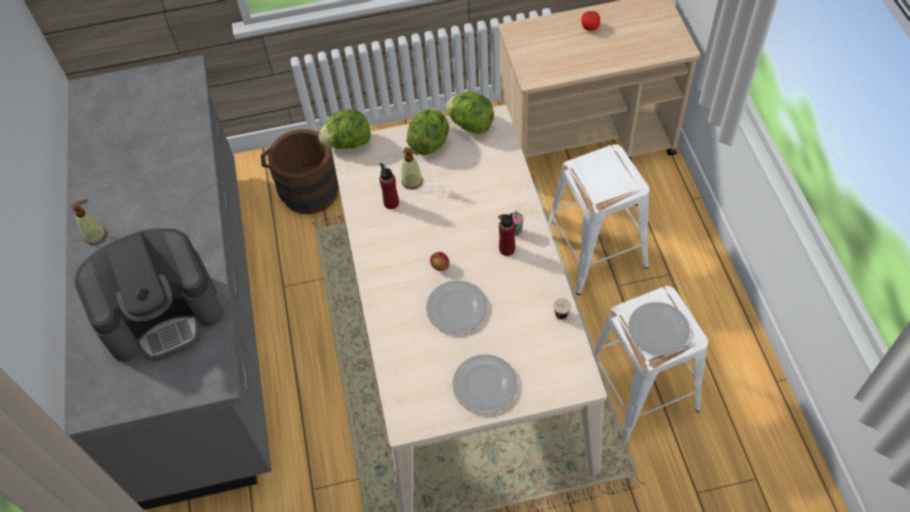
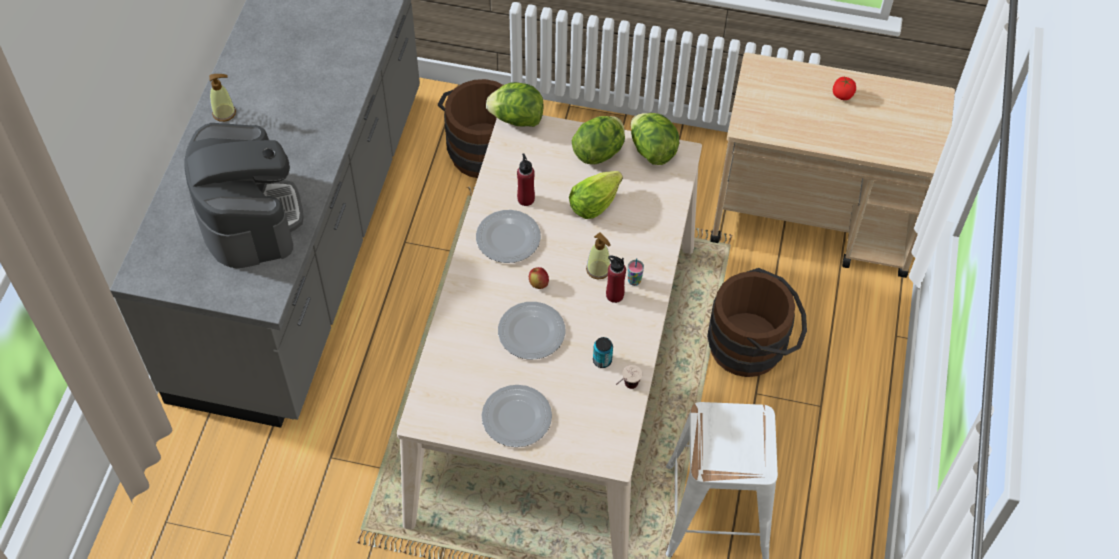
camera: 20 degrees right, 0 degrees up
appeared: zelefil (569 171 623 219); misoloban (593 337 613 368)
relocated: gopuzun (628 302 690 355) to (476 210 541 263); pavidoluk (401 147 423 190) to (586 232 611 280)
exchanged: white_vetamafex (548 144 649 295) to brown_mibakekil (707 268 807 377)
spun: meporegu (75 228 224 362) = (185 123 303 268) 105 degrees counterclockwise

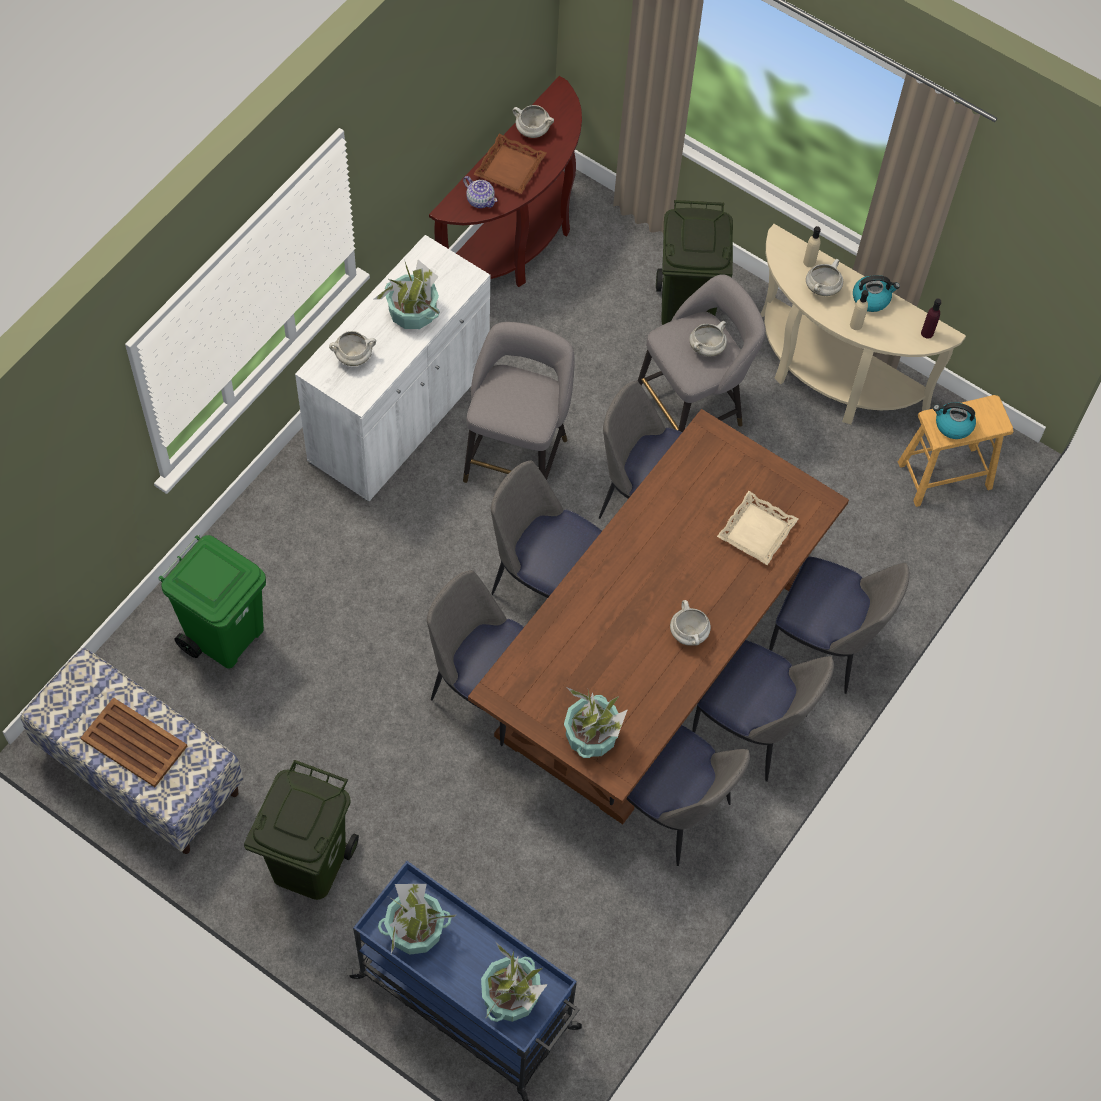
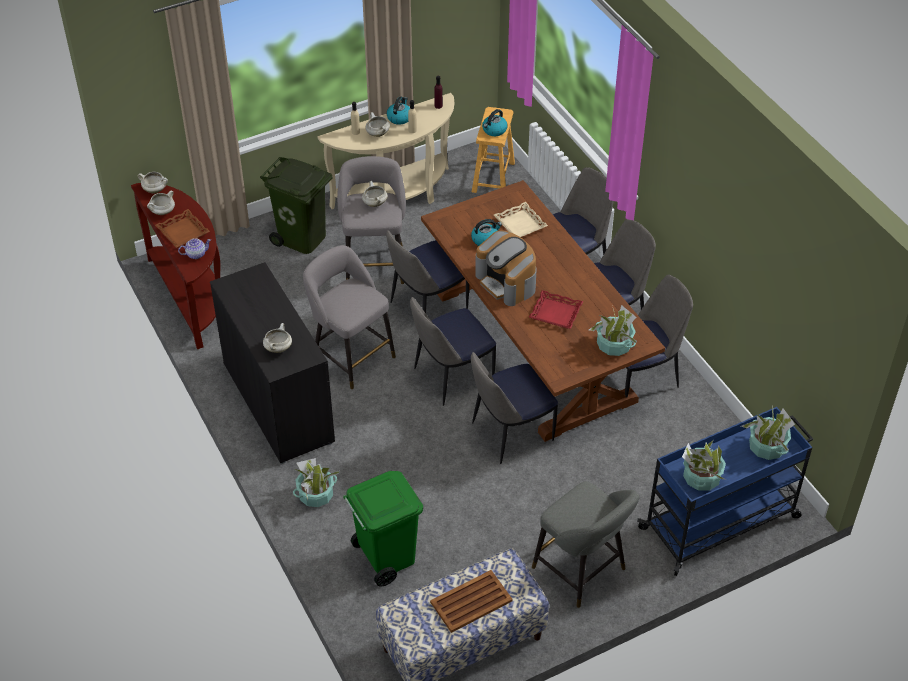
camera: 60 degrees left, 15 degrees down
appeared: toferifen (471 219 502 246); meporegu (475 231 537 306); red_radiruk (529 290 584 329)
relocated: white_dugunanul (670 600 711 646) to (138 172 168 193); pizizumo (373 260 440 329) to (293 458 340 507)
exchanged: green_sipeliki (244 760 359 900) to grey_vetamafex (532 481 639 608)
colour: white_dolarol (295 235 490 501) to black_dolarol (210 262 335 464)

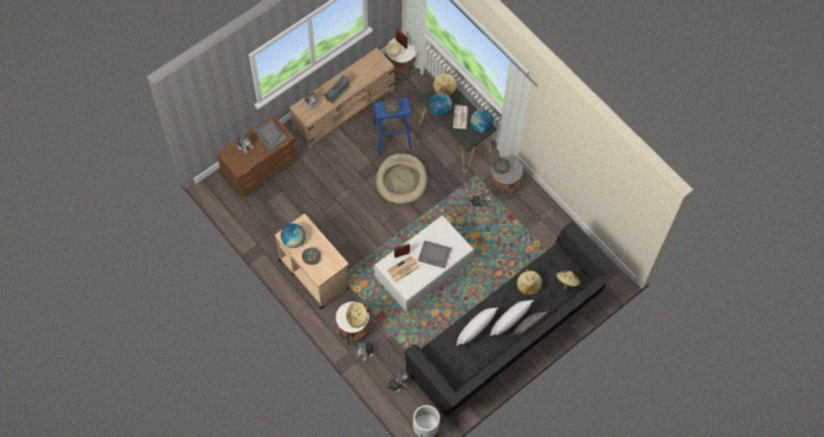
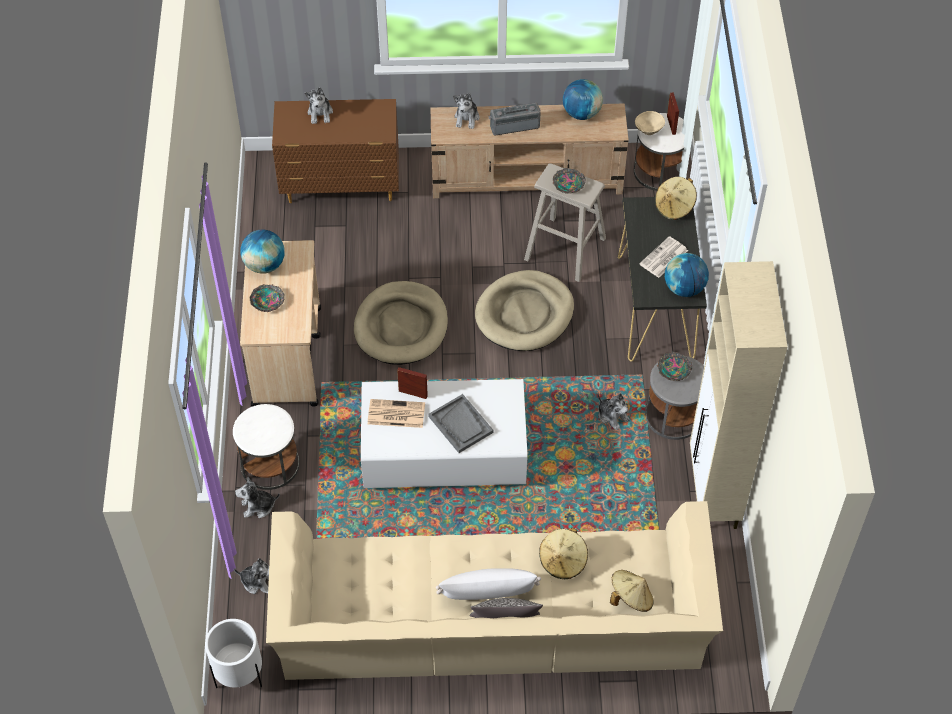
camera: 40 degrees right, 10 degrees down
missing: grey_radiruk (254 119 288 151); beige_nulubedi (346 302 369 328); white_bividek (456 307 499 346)
appeared: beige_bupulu (354 281 448 365); beige_dolarol (690 261 787 529)
relocated: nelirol (429 93 452 116) to (563 79 603 120)
colour: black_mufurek (404 221 621 417) to beige_mufurek (266 501 723 680); blue_vetamafex (372 98 412 153) to beige_vetamafex (524 163 606 282)

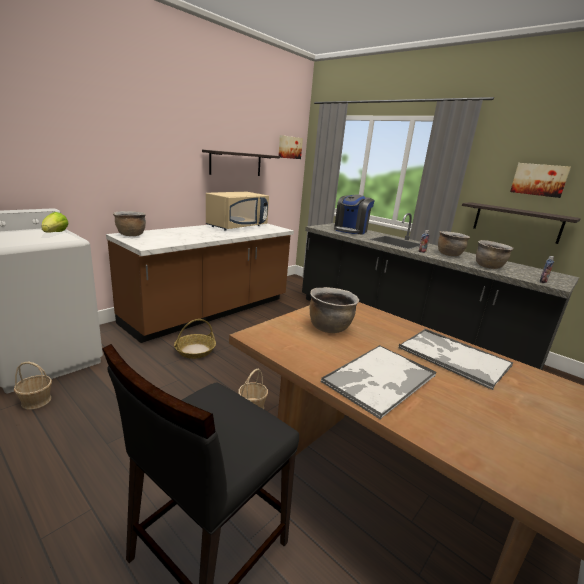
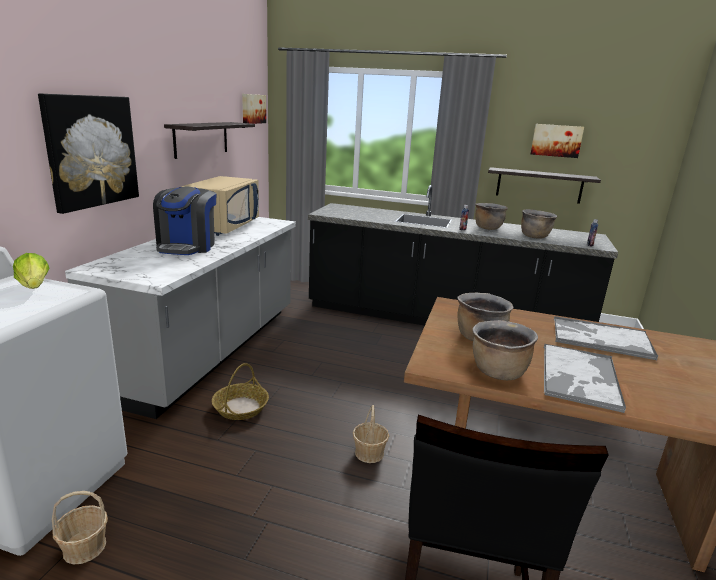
camera: 25 degrees left, 0 degrees up
appeared: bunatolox (38 93 139 214)
relocated: meporegu (334 194 375 235) to (153 186 217 255); brown_dugunanul (113 211 146 236) to (472 320 538 380)
colour: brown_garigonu (106 223 294 343) to grey_garigonu (65 217 296 419)

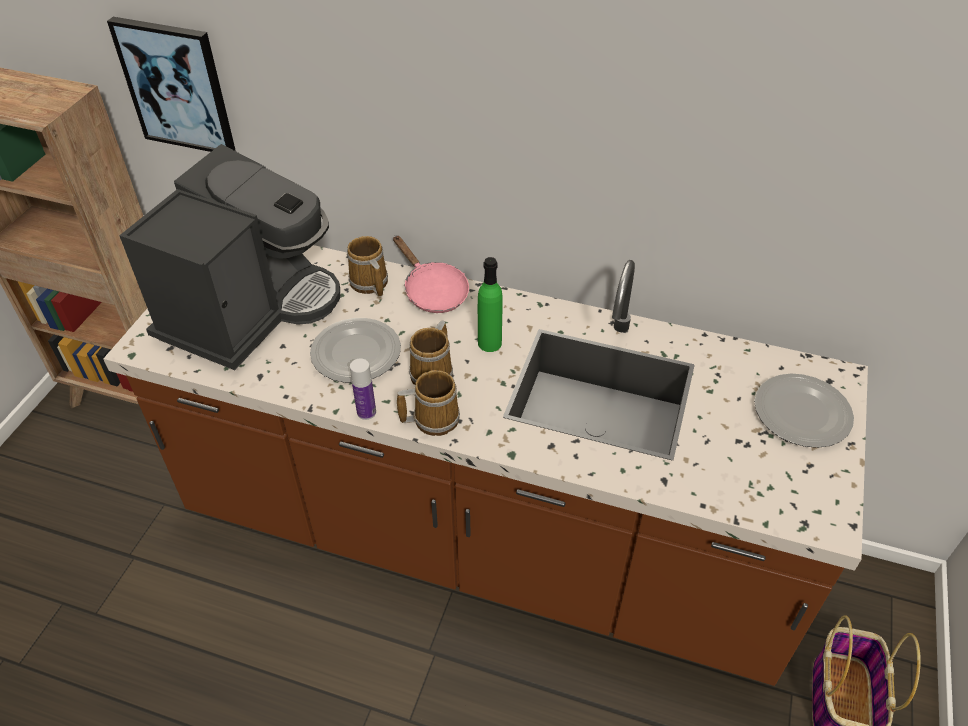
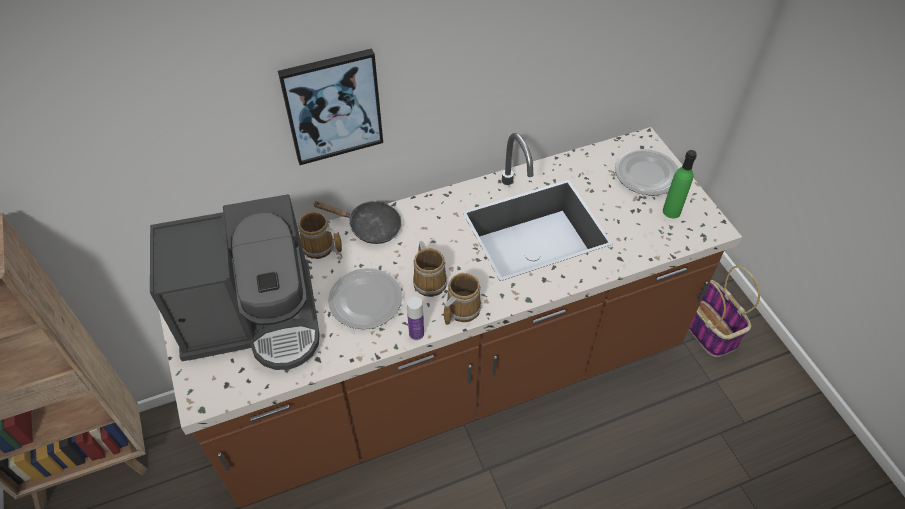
camera: 40 degrees left, 5 degrees up
relocated: bunatolox (107 17 236 152) to (278 48 383 165); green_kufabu (478 257 503 352) to (663 150 697 218)
colour: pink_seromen (393 235 469 313) to black_seromen (313 201 401 244)
spun: meporegu (119 144 340 370) = (150 194 320 370) 90 degrees clockwise

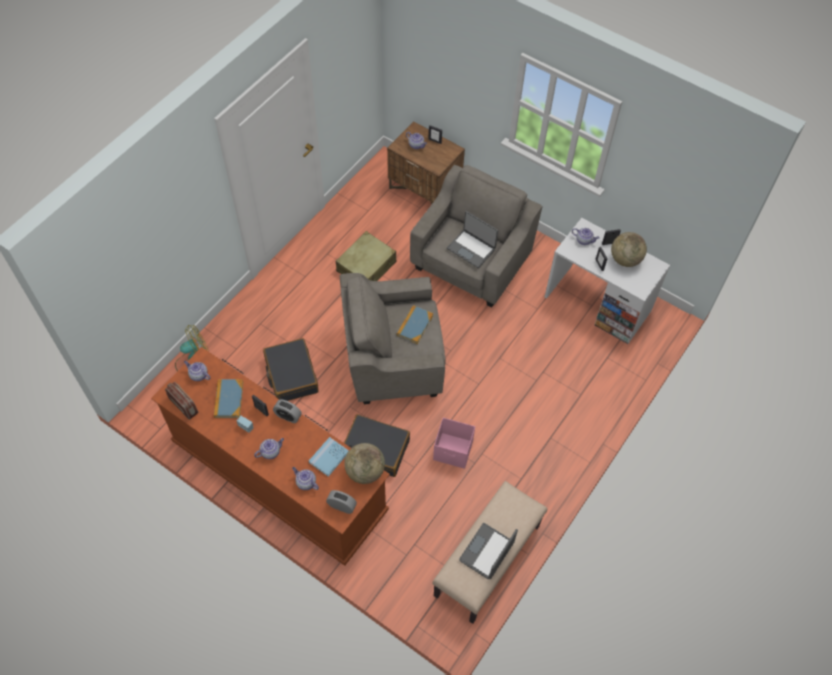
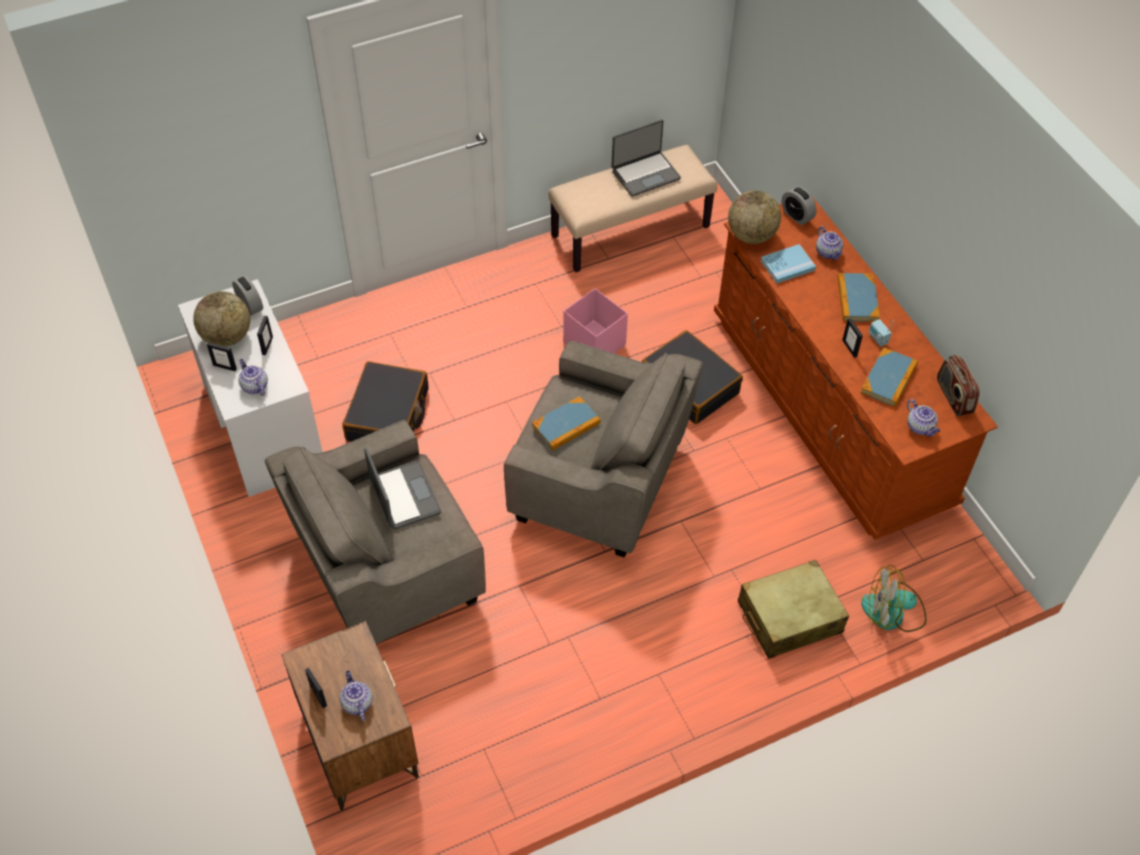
camera: 150 degrees left, 5 degrees down
relocated: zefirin (273 400 302 423) to (232 276 263 316); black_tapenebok (263 338 319 401) to (342 361 428 442); beige_tapenebok (336 231 397 281) to (738 560 849 659)
exchanged: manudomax (254 438 284 459) to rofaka (837 273 880 322)

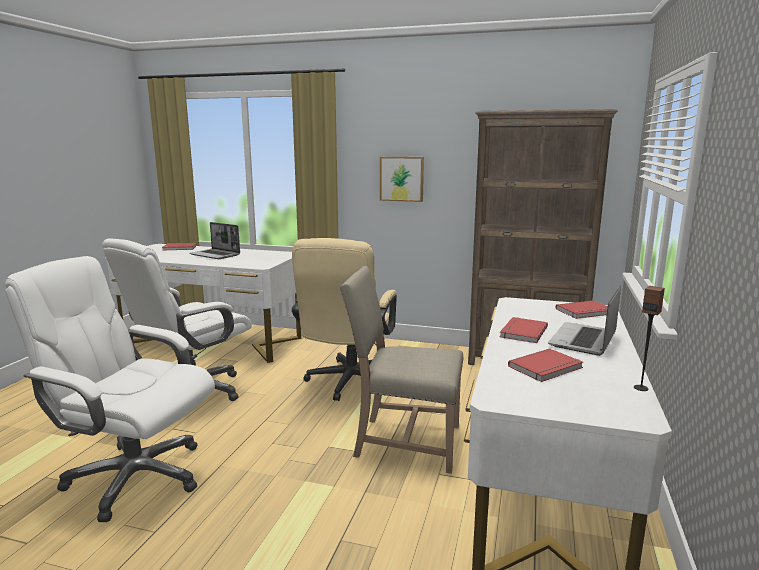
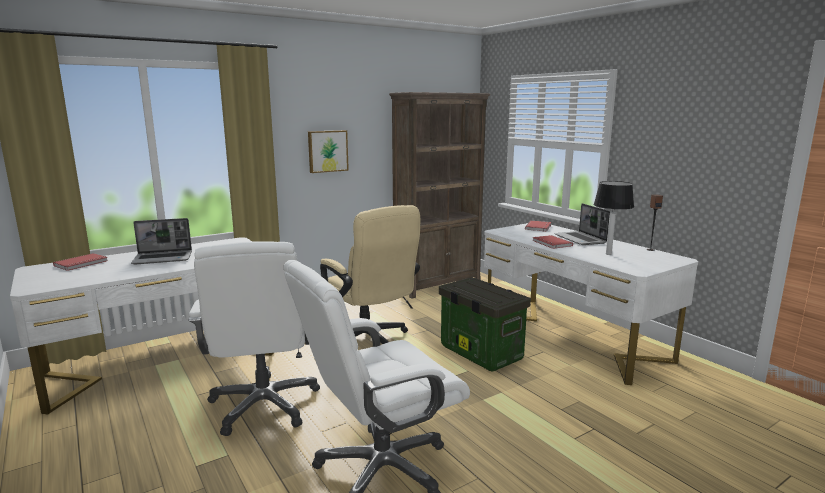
camera: 50 degrees left, 0 degrees up
exchanged: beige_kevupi (340 266 463 474) to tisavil (439 278 531 372); red_rofaka (508 348 583 382) to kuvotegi (593 181 634 255)

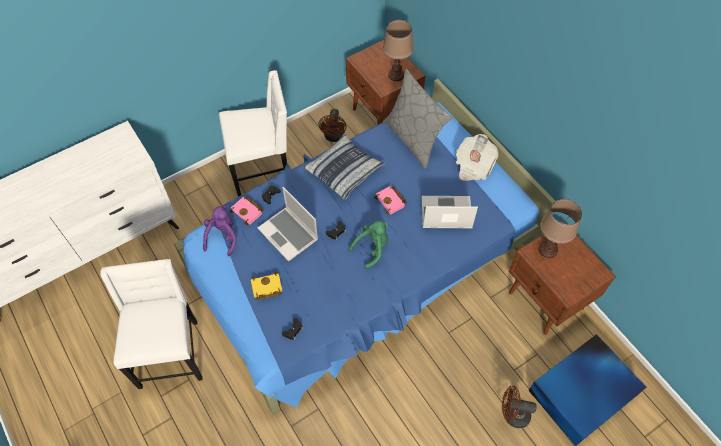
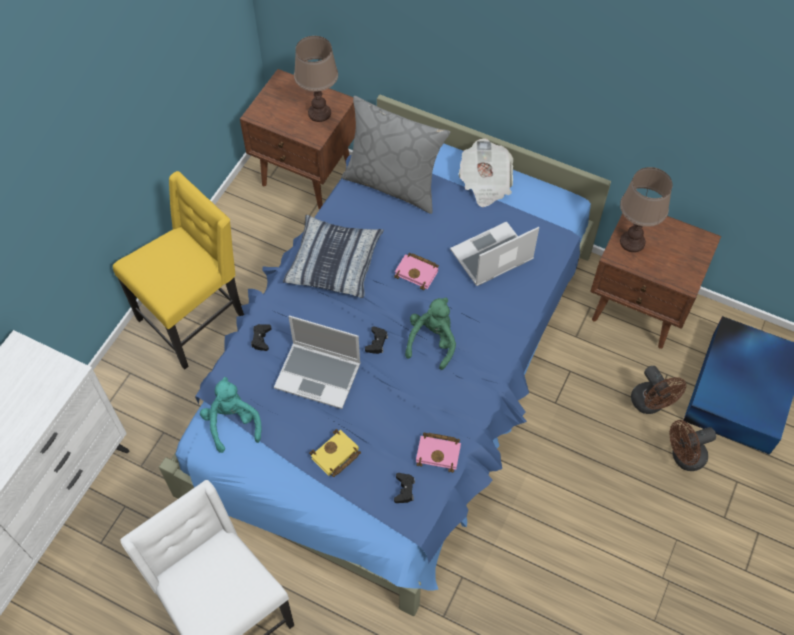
camera: 30 degrees left, 0 degrees up
relocated: pink_rofaka (230 196 264 225) to (416 432 461 473); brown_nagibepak (318 109 347 142) to (631 366 686 414)
colour: white_kevupi (219 70 287 197) to yellow_kevupi (113 171 244 370); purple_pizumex (203 205 237 257) to turquoise_pizumex (200 377 262 453)

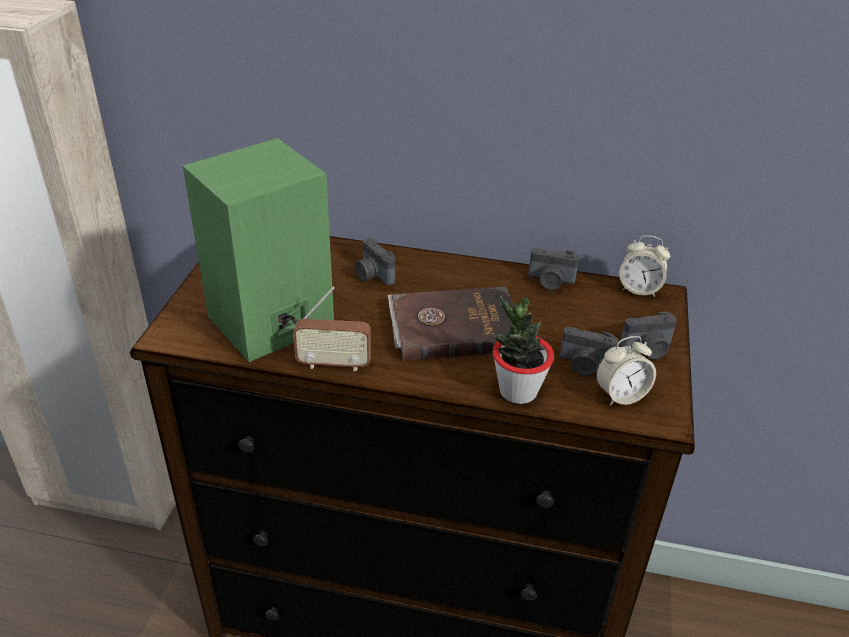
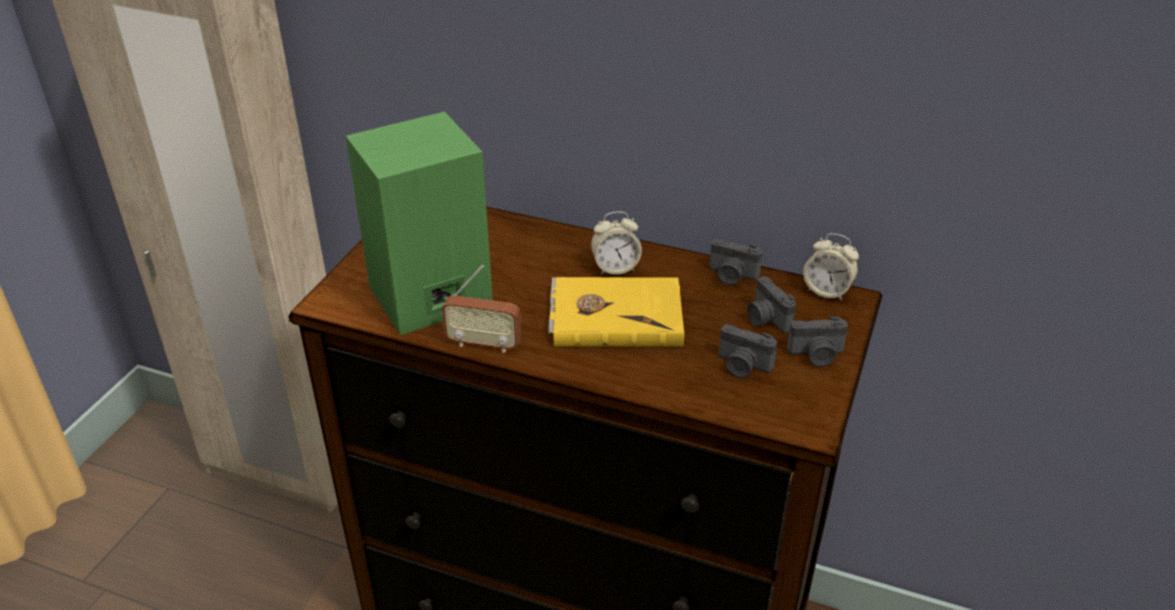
camera: 10 degrees right, 0 degrees up
missing: pizizumo (492 296 554 404)
relocated: zefirin (596 336 656 406) to (591 211 642 275); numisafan (355 238 395 286) to (747 276 796 333)
colour: brown_rofaka (388 286 513 361) to yellow_rofaka (548 277 684 347)

